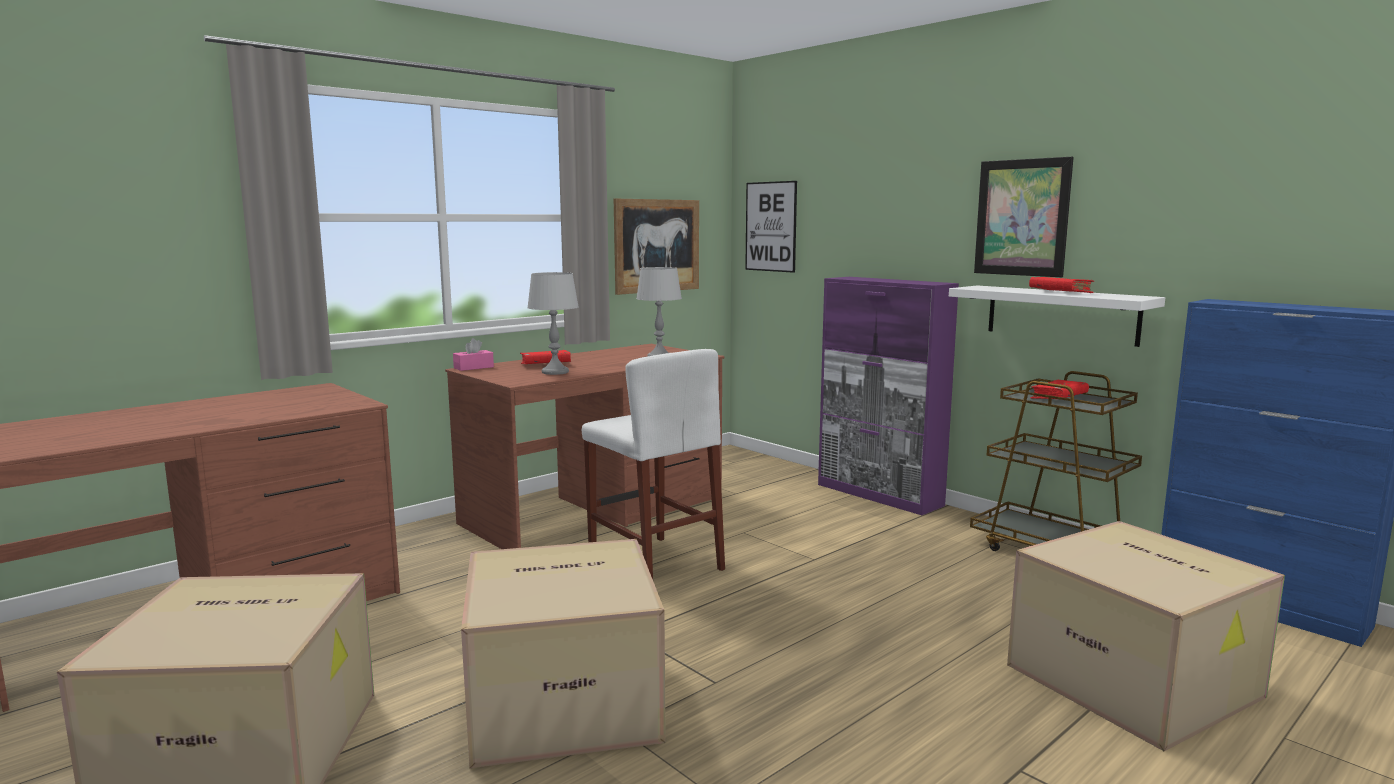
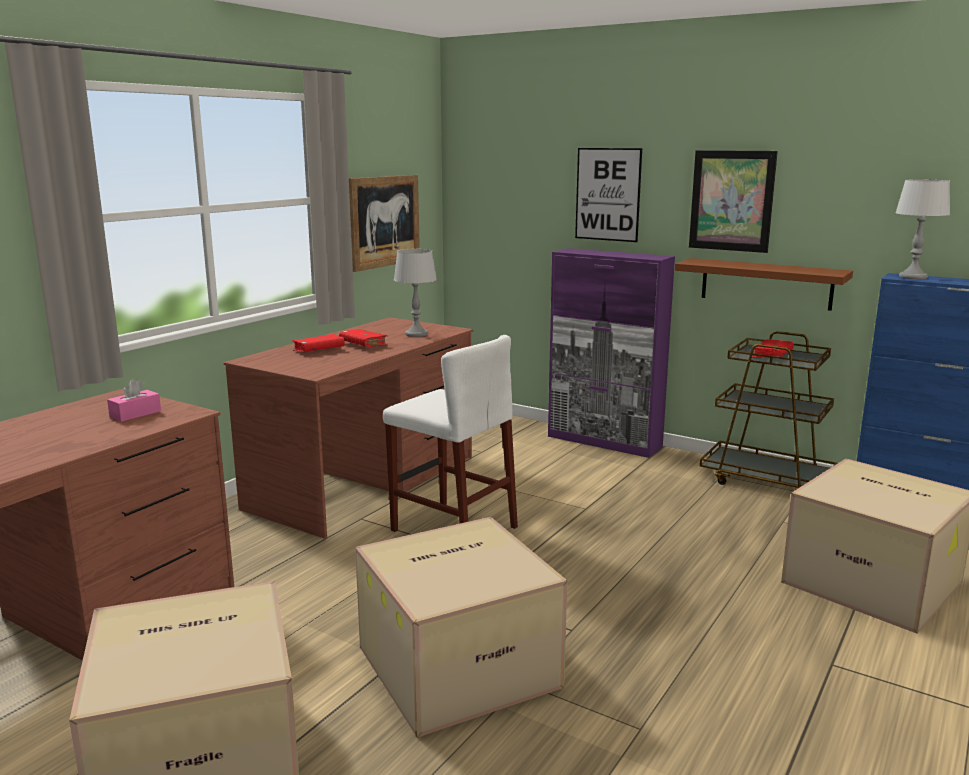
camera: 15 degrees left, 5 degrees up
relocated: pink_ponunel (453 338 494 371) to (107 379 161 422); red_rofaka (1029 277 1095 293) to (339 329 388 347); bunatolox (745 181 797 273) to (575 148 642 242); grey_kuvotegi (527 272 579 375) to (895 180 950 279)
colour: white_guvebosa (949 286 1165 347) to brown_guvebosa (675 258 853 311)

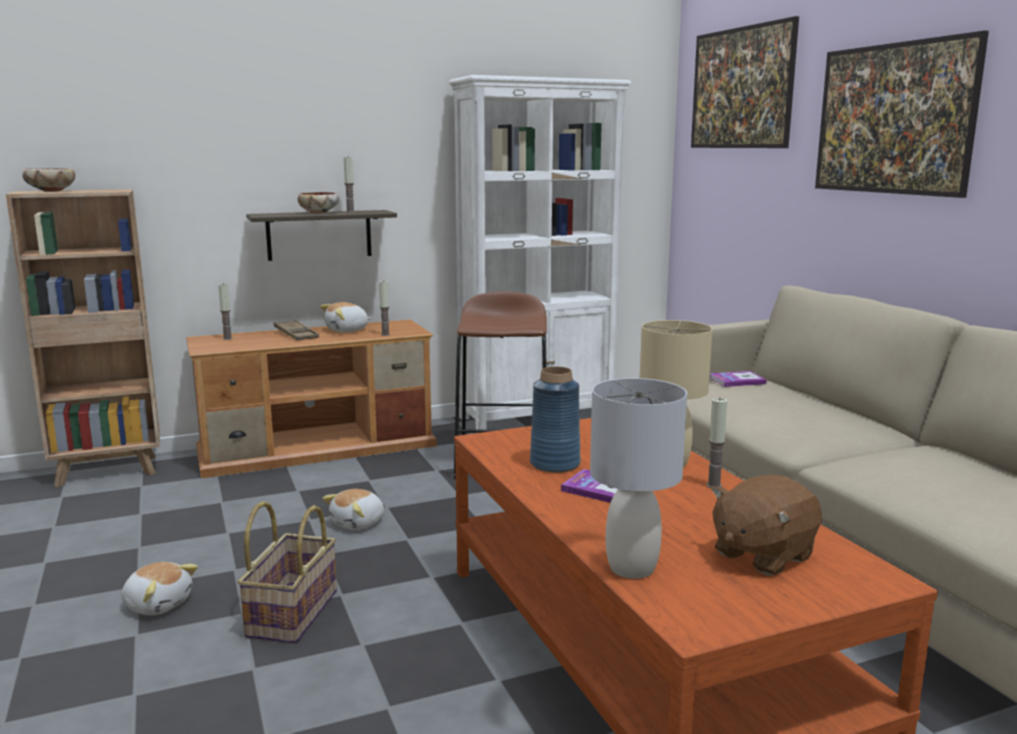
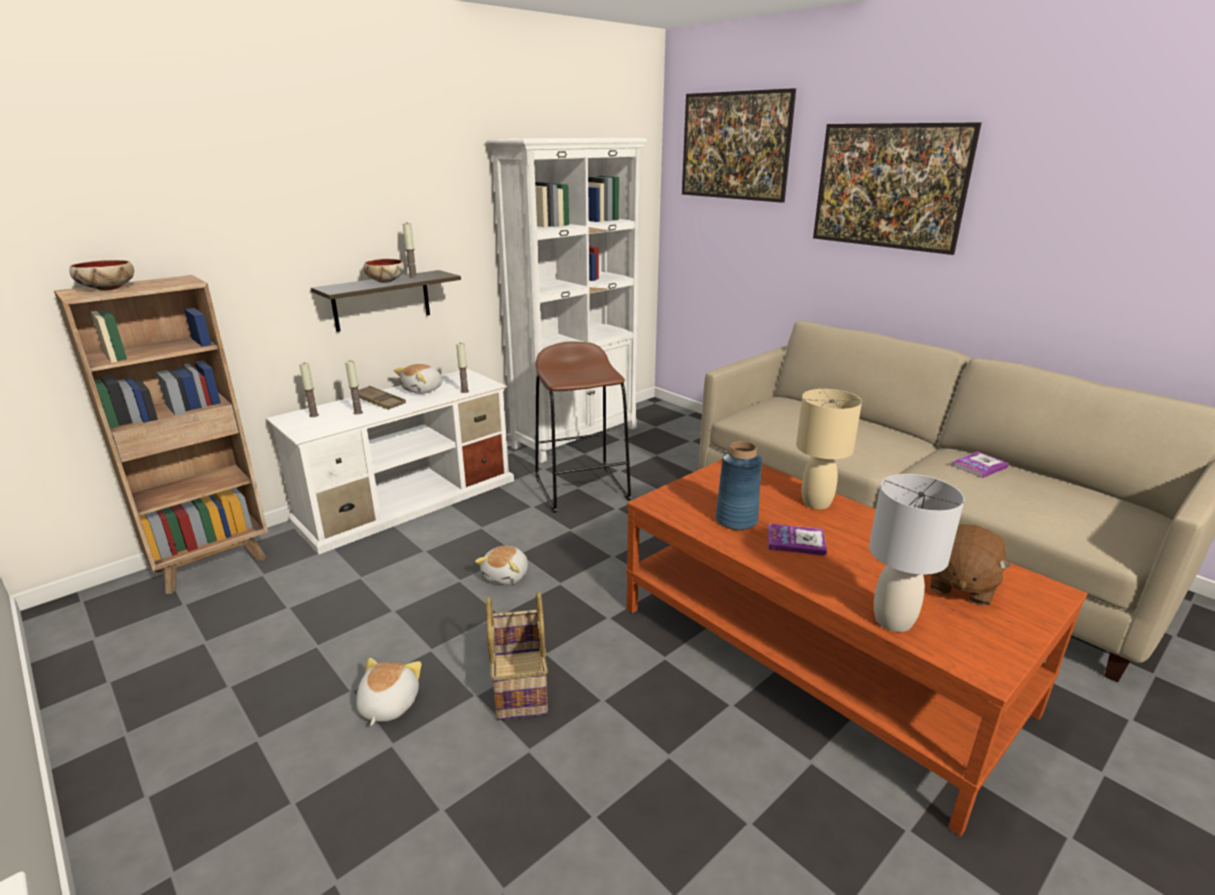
camera: 20 degrees left, 10 degrees up
relocated: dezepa (706 398 727 488) to (345 360 363 414); rofaka (710 371 767 387) to (951 452 1009 478)
colour: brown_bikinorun (186 320 437 478) to white_bikinorun (266 369 514 555)
spun: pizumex (122 562 198 615) = (356 658 421 726) 90 degrees counterclockwise

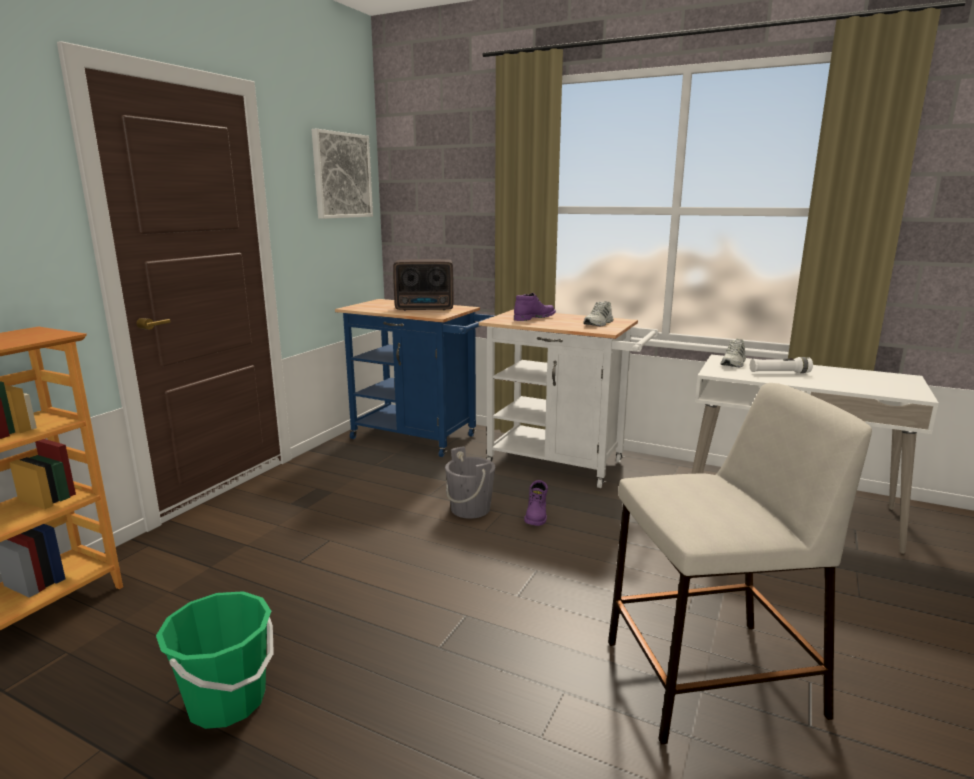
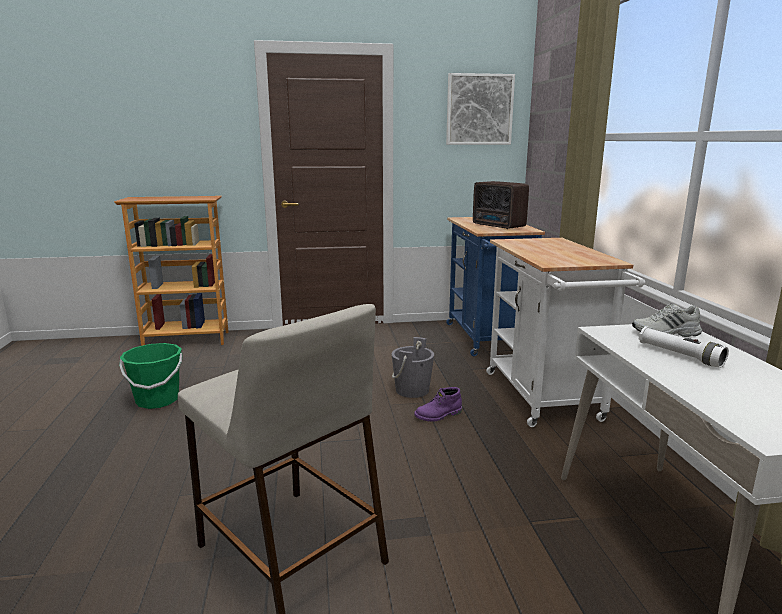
camera: 55 degrees right, 0 degrees up
missing: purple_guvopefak (514 293 556 321); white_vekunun (584 301 613 326)

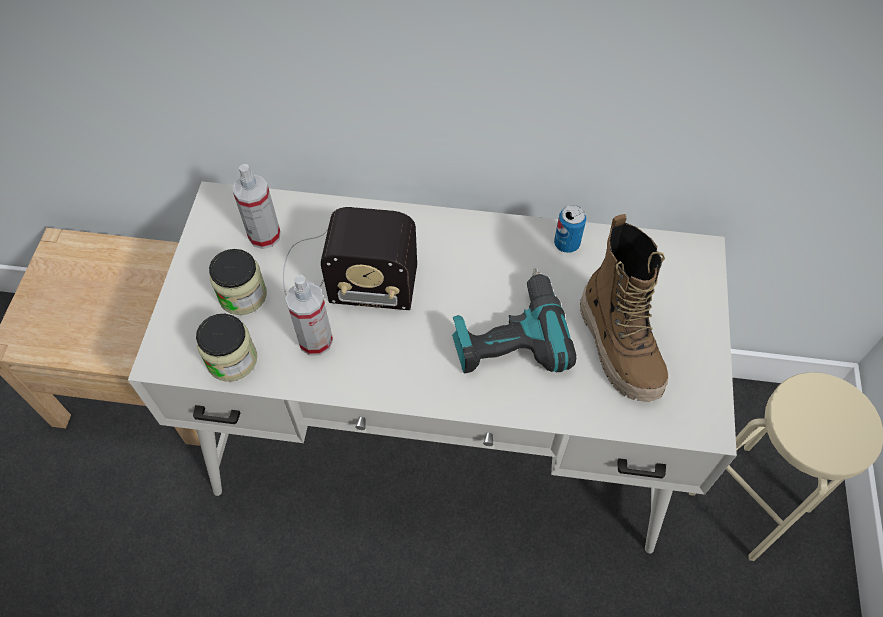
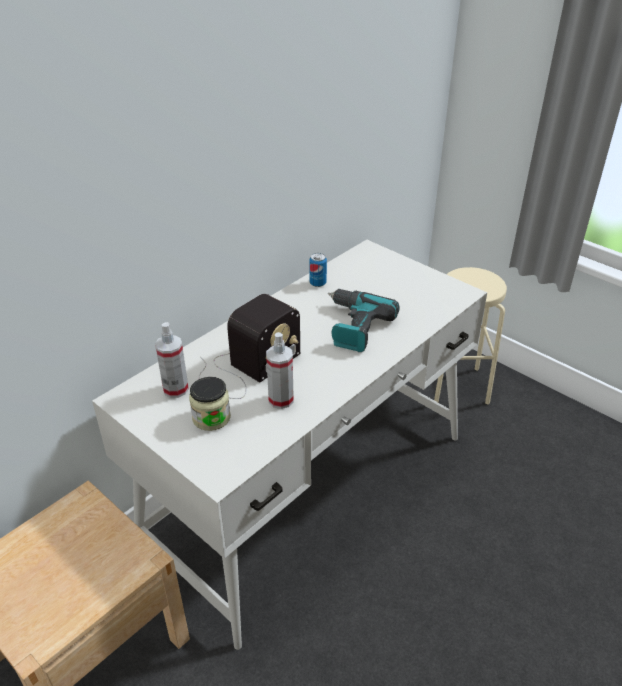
camera: 55 degrees left, 20 degrees down
missing: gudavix (196 314 257 382); guvopefak (580 214 669 402)

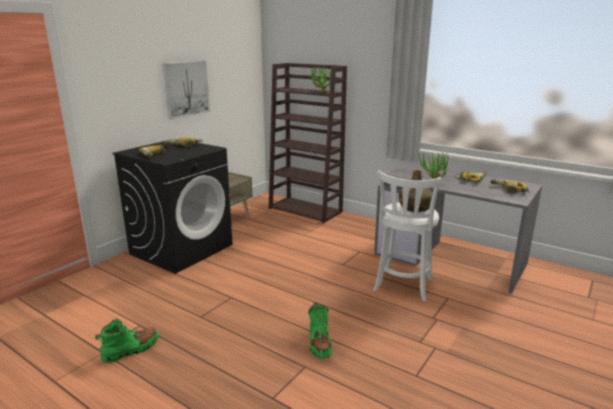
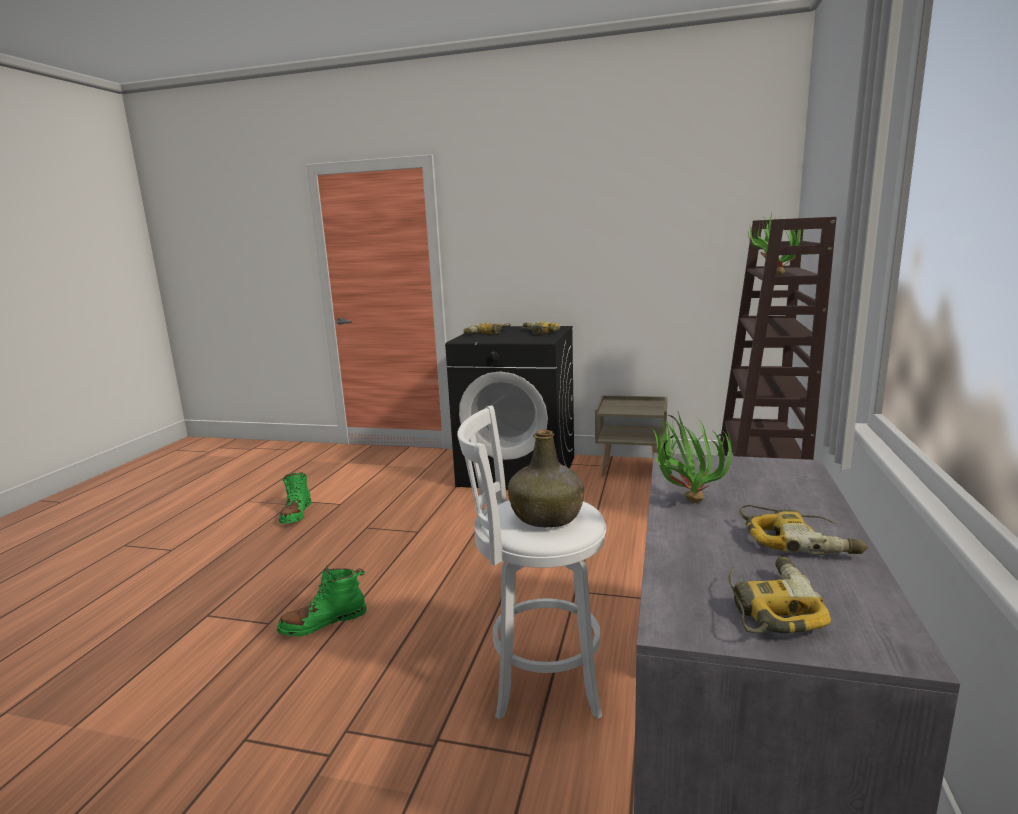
camera: 70 degrees right, 5 degrees down
missing: bunatolox (162 61 210 119)
spun: green_guvopefak (95 319 159 363) = (279 472 311 524) 60 degrees clockwise

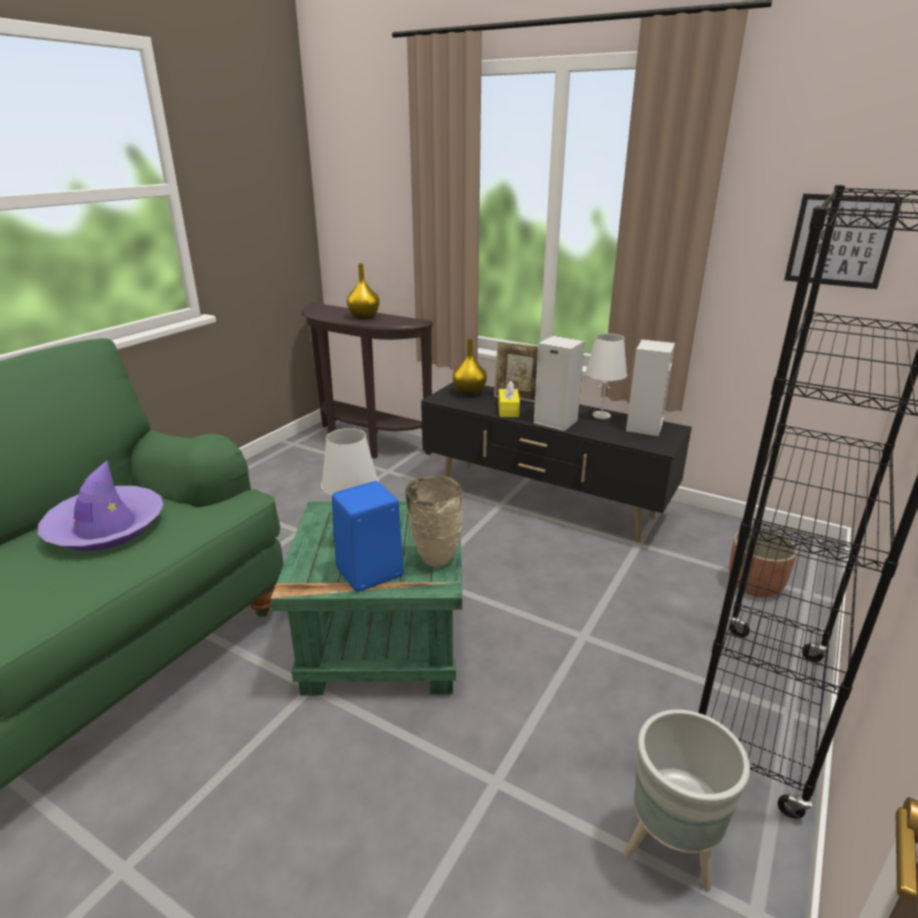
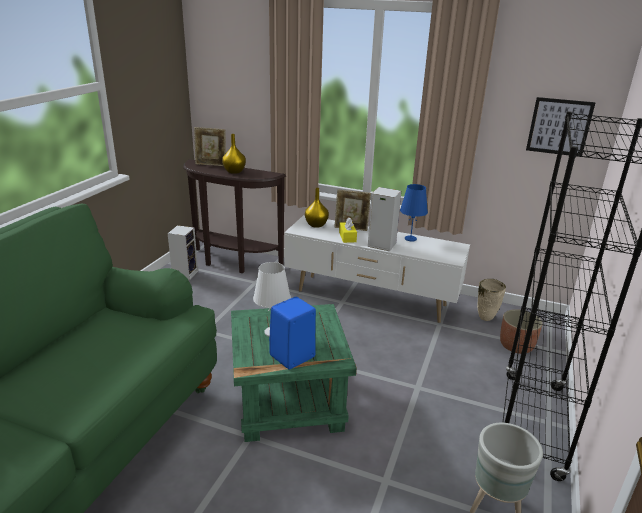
camera: 10 degrees left, 0 degrees up
missing: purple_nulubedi (37 461 164 551)
appeared: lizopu (194 127 226 166)
relocated: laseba (626 339 675 436) to (168 225 198 281); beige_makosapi (405 475 463 567) to (477 279 506 321)
colour: black_bikinorun (421 382 692 542) to white_bikinorun (284 215 470 323); white_kuvotegi (585 333 627 419) to blue_kuvotegi (400 184 428 242)

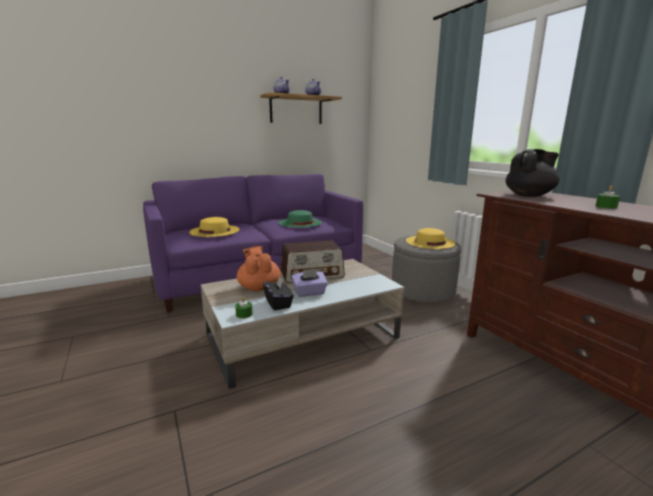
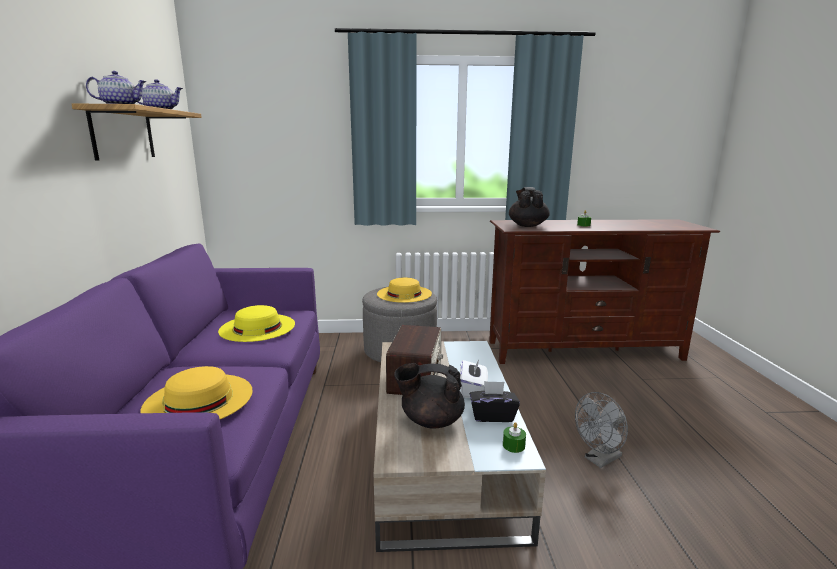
camera: 65 degrees left, 0 degrees up
appeared: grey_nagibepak (575 392 628 468)
colour: green_nulubedi (278 210 322 228) to yellow_nulubedi (218 305 295 342); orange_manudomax (237 246 281 291) to black_manudomax (394 363 465 429); purple_ponunel (291 270 328 297) to white_ponunel (460 359 488 398)

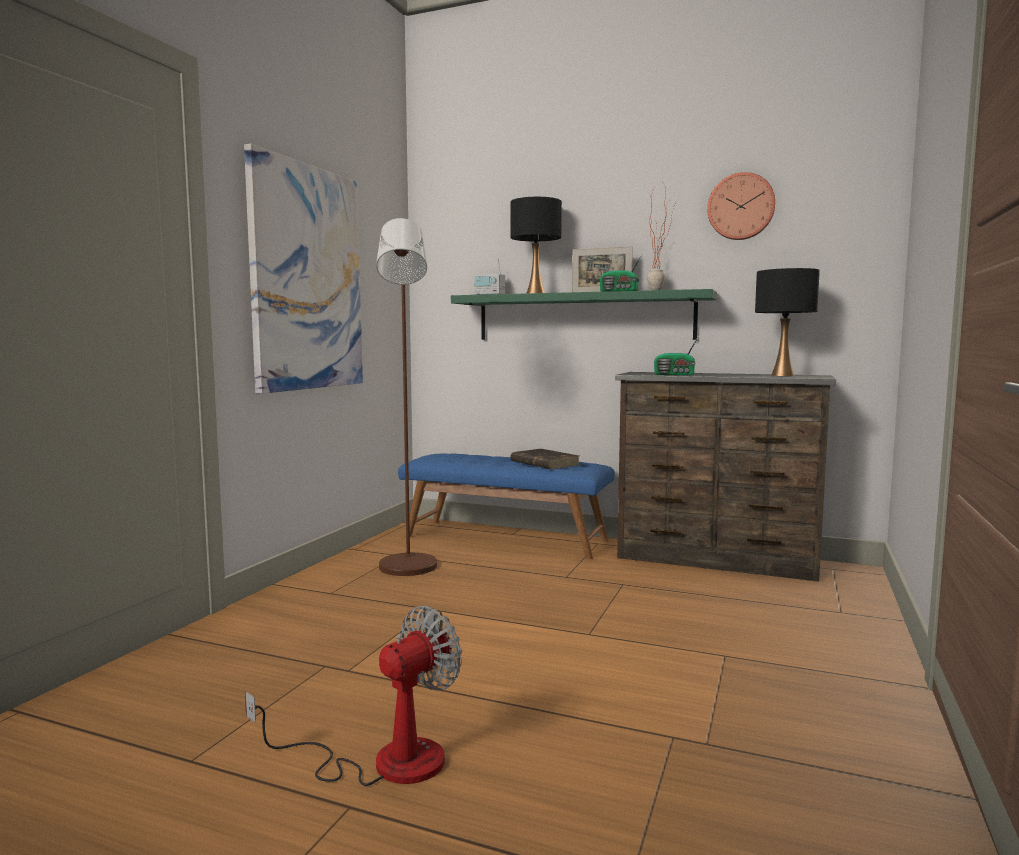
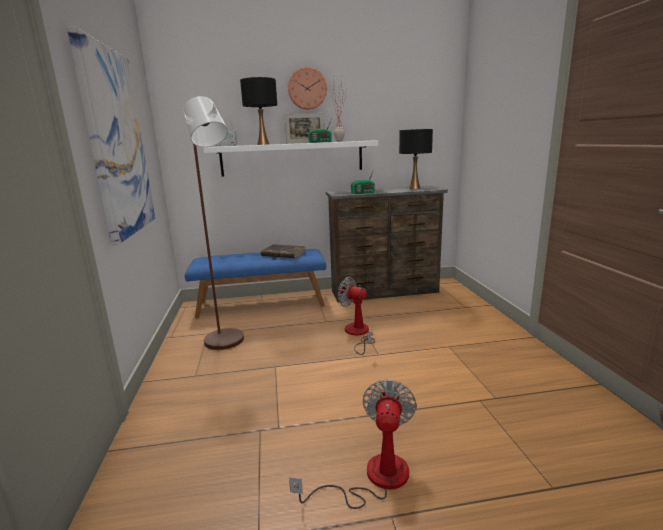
camera: 30 degrees left, 10 degrees up
appeared: nagibepak (338 277 375 355)
relocated: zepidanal (707 172 776 240) to (288 67 327 109)
colour: green_guvebosa (451 289 717 340) to white_guvebosa (203 141 378 177)

